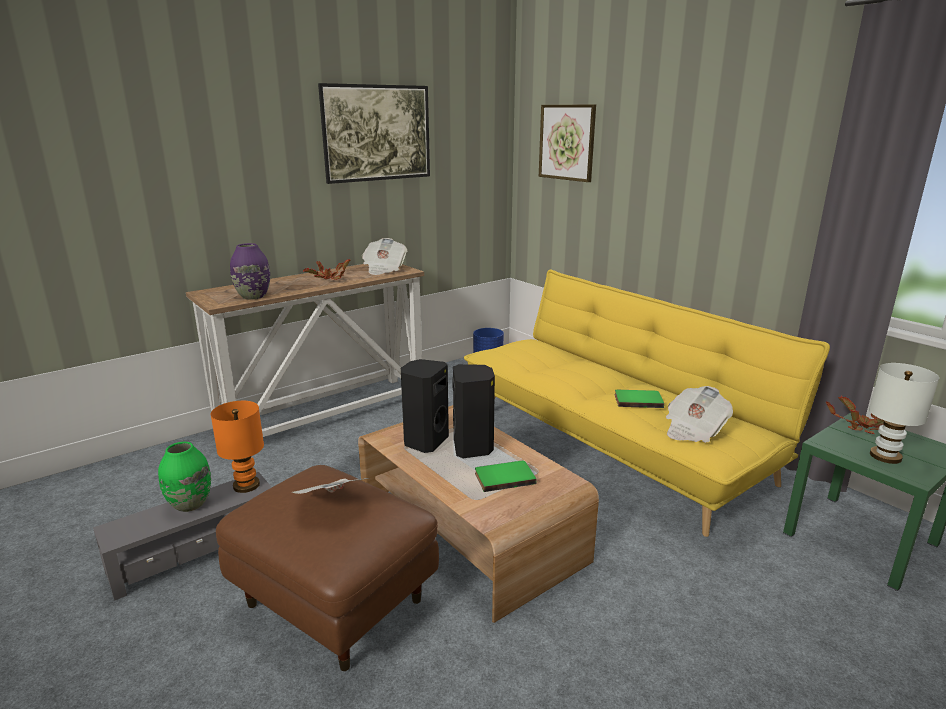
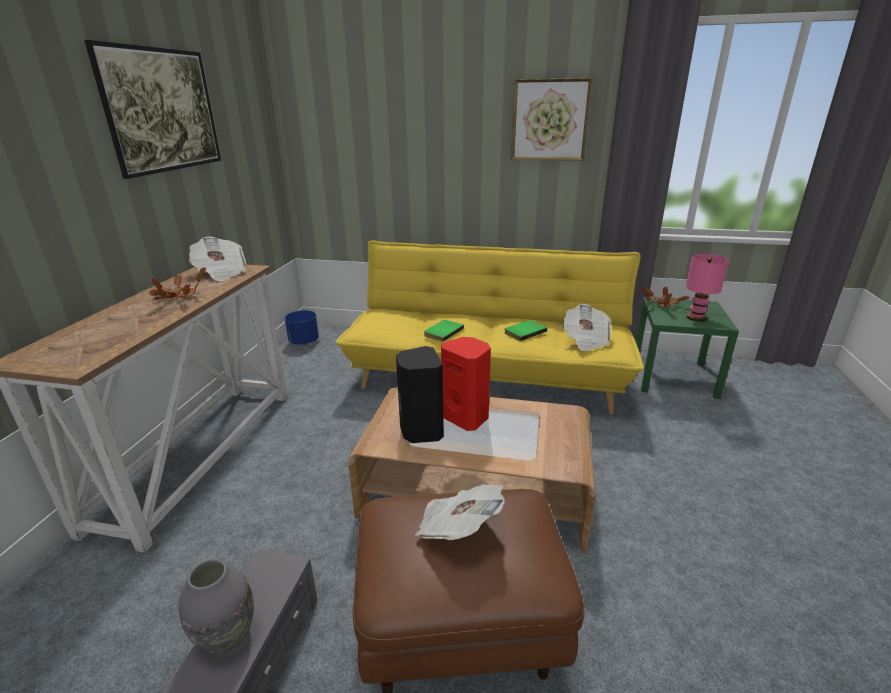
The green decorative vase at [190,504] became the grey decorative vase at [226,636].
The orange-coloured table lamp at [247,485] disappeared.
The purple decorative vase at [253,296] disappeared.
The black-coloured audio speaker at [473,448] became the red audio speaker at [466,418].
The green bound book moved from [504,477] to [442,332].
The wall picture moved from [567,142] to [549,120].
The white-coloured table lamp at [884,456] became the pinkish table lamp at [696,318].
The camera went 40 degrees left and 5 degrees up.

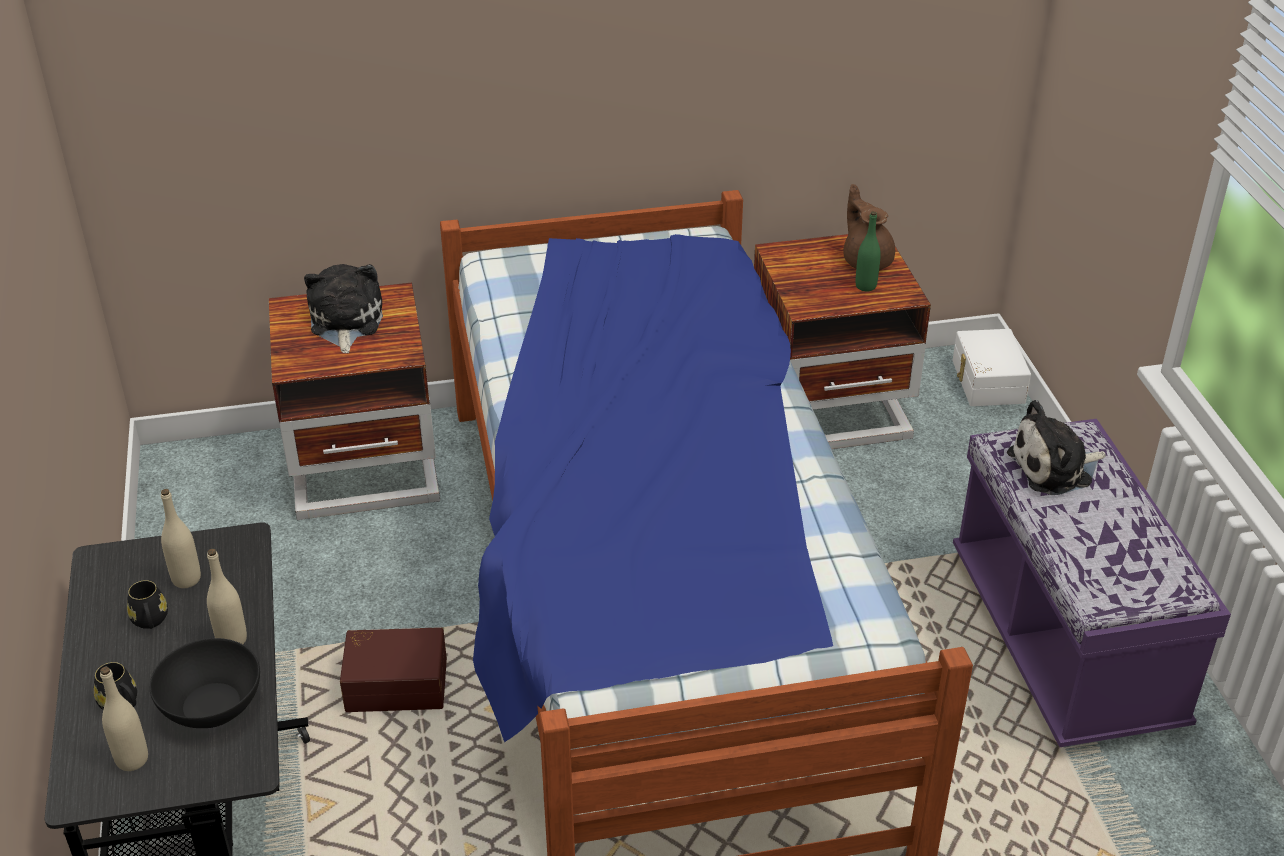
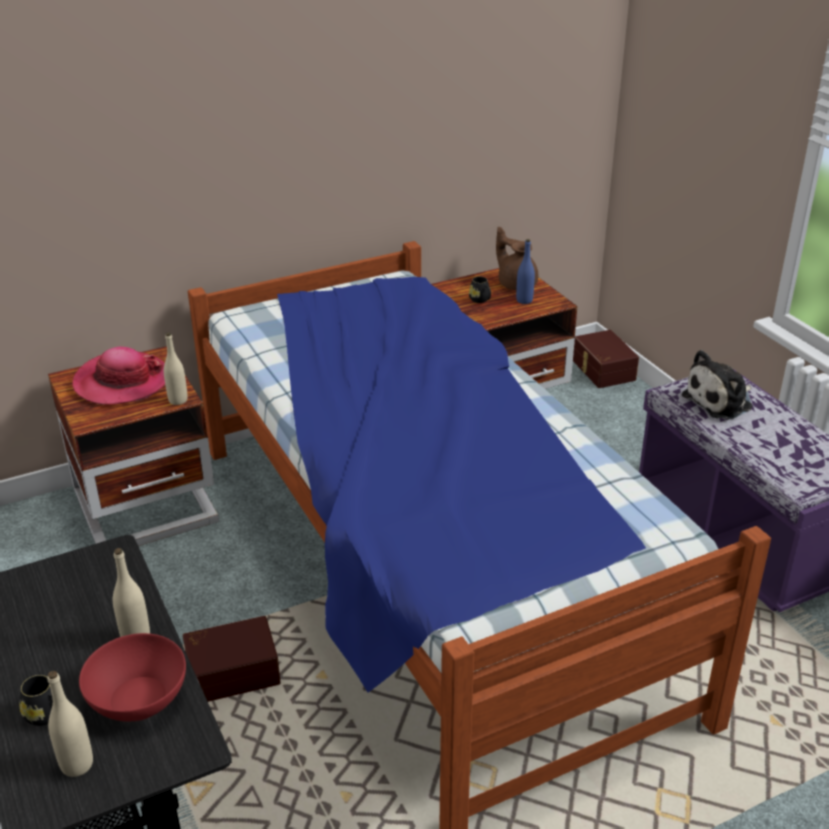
The black-coloured tea mug moved from [150,621] to [481,300].
The black-coloured serving bowl at [211,706] became the red serving bowl at [138,699].
The sand-coloured beverage bottle moved from [186,579] to [178,400].
The soft toy at [345,322] was replaced by the clothing hat at [121,382].
The green beverage bottle at [865,286] became the bluish beverage bottle at [524,300].
The white-coloured storage box at [986,381] became the brownish storage box at [602,370].
The camera went 15 degrees left and 5 degrees down.

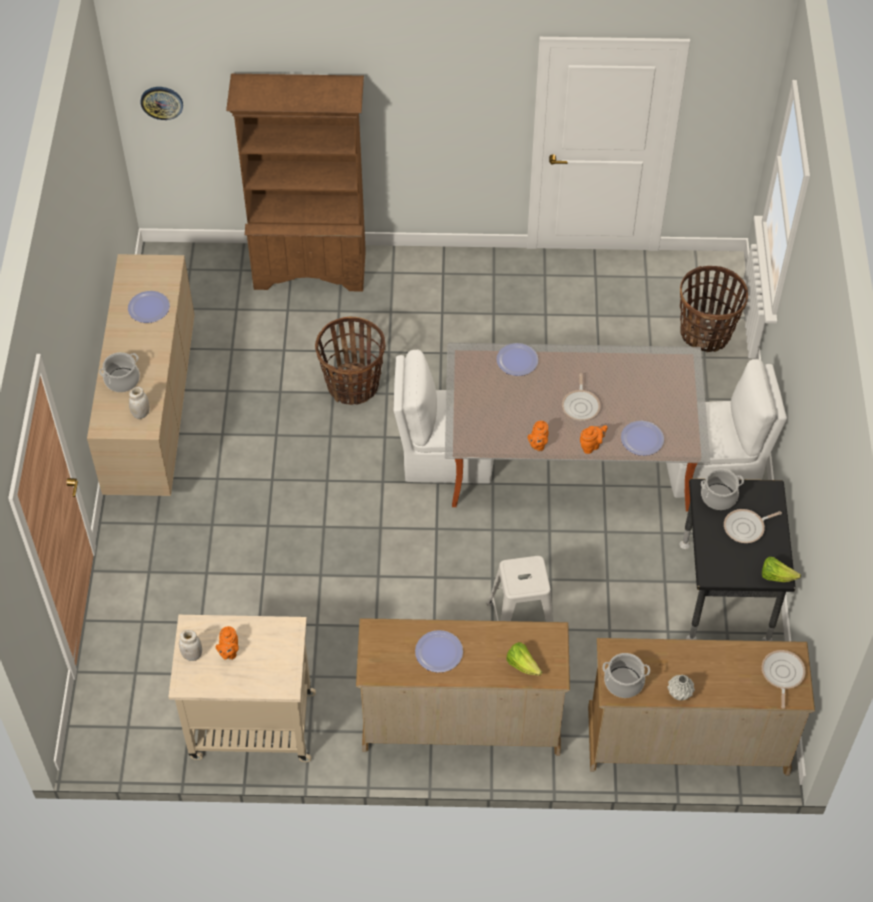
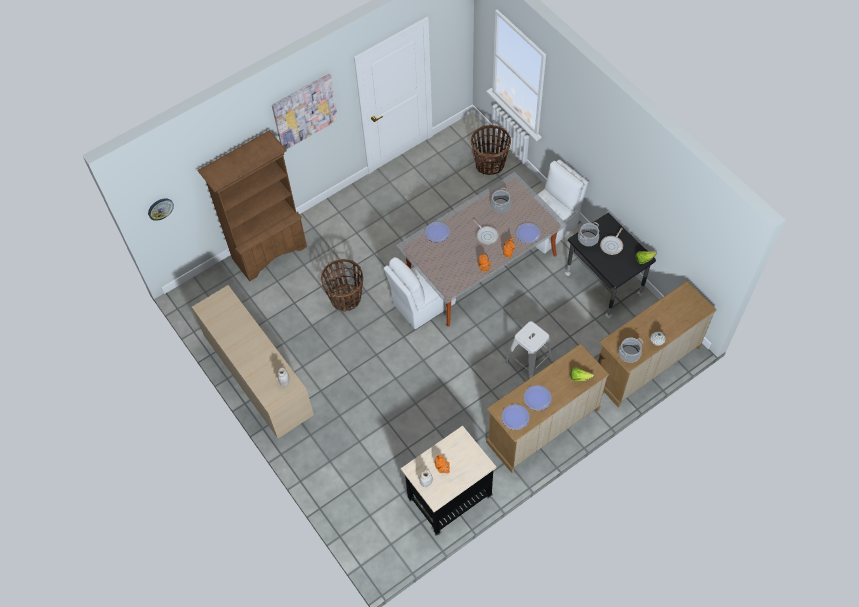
The stockpot moved from [122,380] to [500,205].
The plate moved from [148,308] to [515,417].
The sand-coloured cart at [251,726] became the black-coloured cart at [450,499].
The frying pan at [782,674] disappeared.
The wall picture at [304,111] appeared.
The camera went 35 degrees left and 5 degrees up.

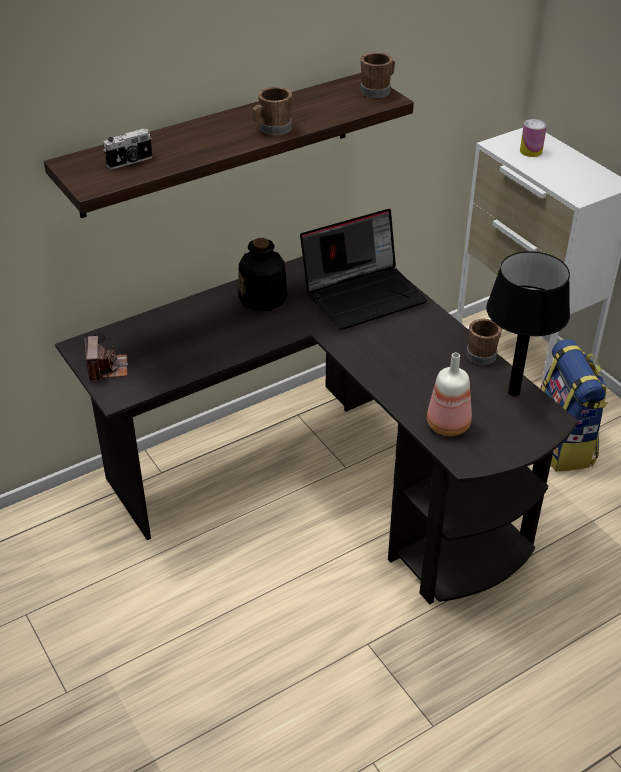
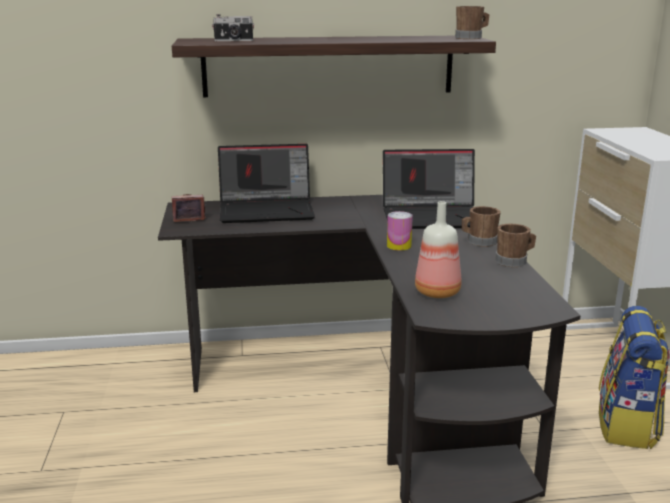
The photo camera at [107,368] turned 120 degrees counterclockwise.
The beverage bottle at [263,298] disappeared.
The brownish tea mug moved from [272,129] to [479,242].
The black-coloured table lamp at [514,392] disappeared.
The sealed can moved from [531,151] to [399,246].
The portable computer at [268,210] appeared.
The camera went 25 degrees right and 20 degrees down.

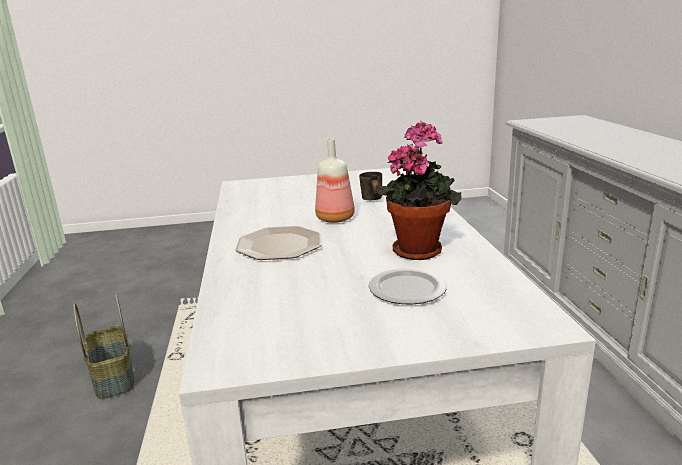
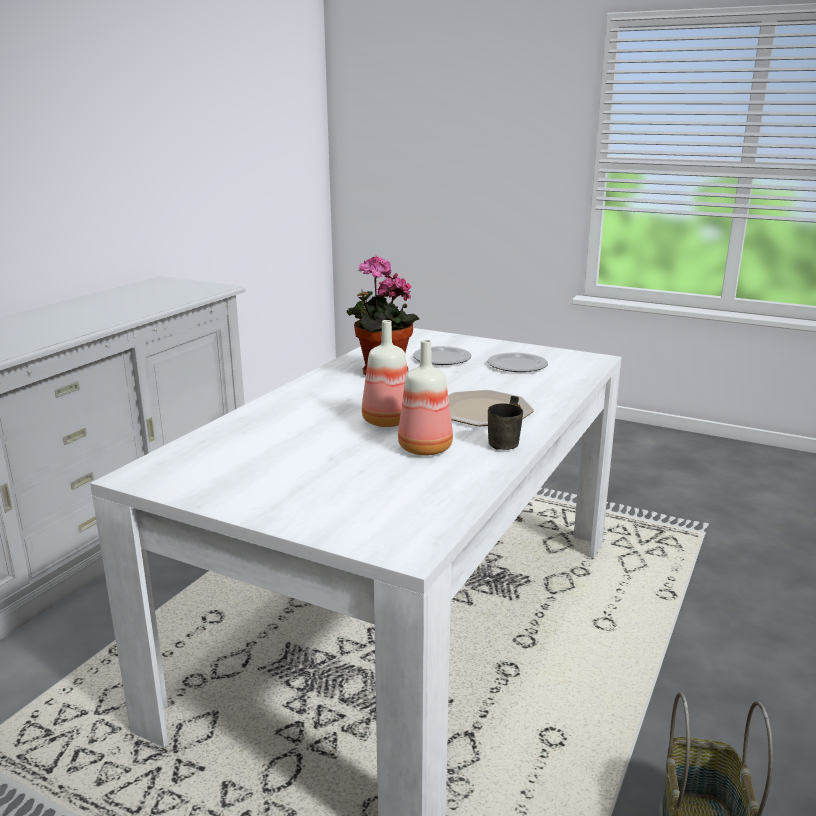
The grey tea mug moved from [370,201] to [509,444].
The beverage bottle at [424,448] appeared.
The plate at [516,365] appeared.
The camera went 145 degrees left and 0 degrees up.

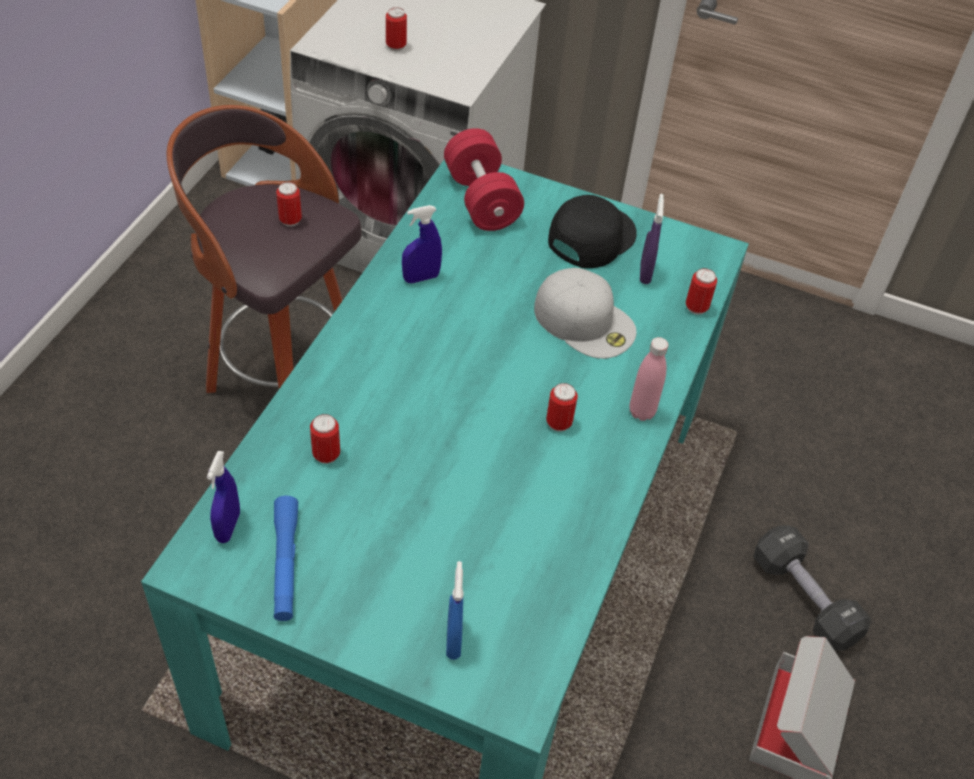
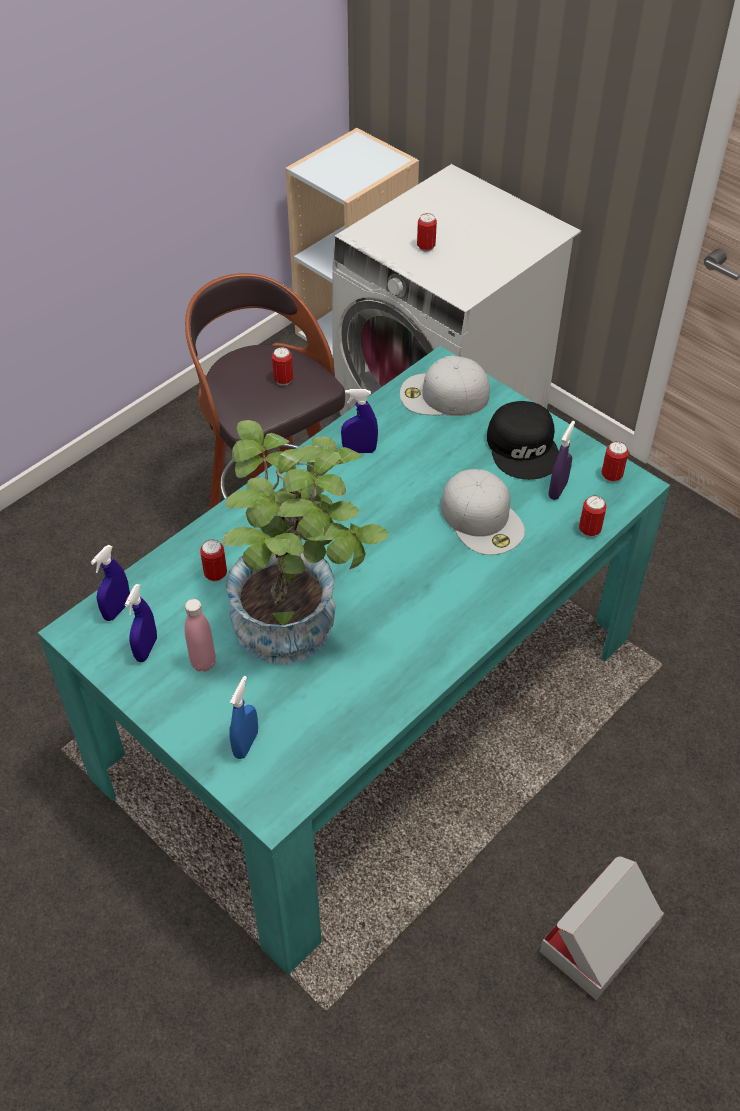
The bluish hand torch at [285,563] was replaced by the bluish sprayer at [146,649].
The red free weight at [481,200] was replaced by the white-coloured peaked cap at [443,395].
The sealed can moved from [558,423] to [611,476].
The black-coloured peaked cap at [590,236] turned 105 degrees clockwise.
The pinkish beverage bottle moved from [641,412] to [203,663].
The black-coloured free weight at [804,599] disappeared.
The potted plant at [300,626] appeared.
The camera went 25 degrees right and 0 degrees up.

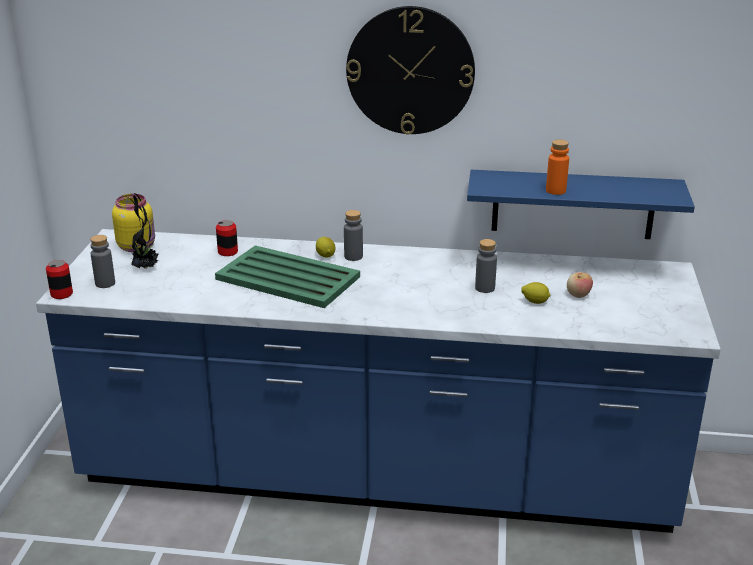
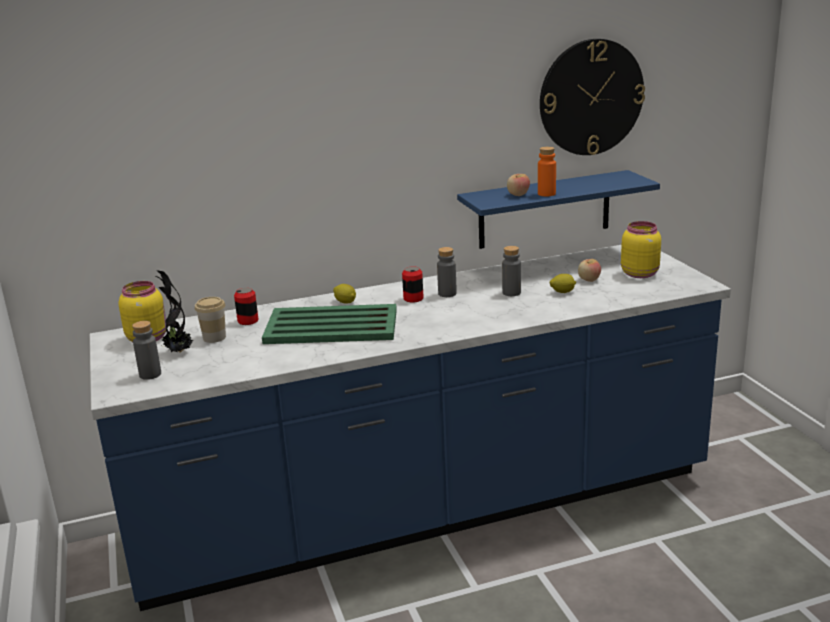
The sealed can moved from [61,294] to [413,298].
The grey beverage bottle moved from [353,256] to [447,294].
The wall clock moved from [410,71] to [591,97].
The small cup at [214,338] appeared.
The whole apple at [518,195] appeared.
The yellowish jar at [639,273] appeared.
The camera went 25 degrees left and 5 degrees down.

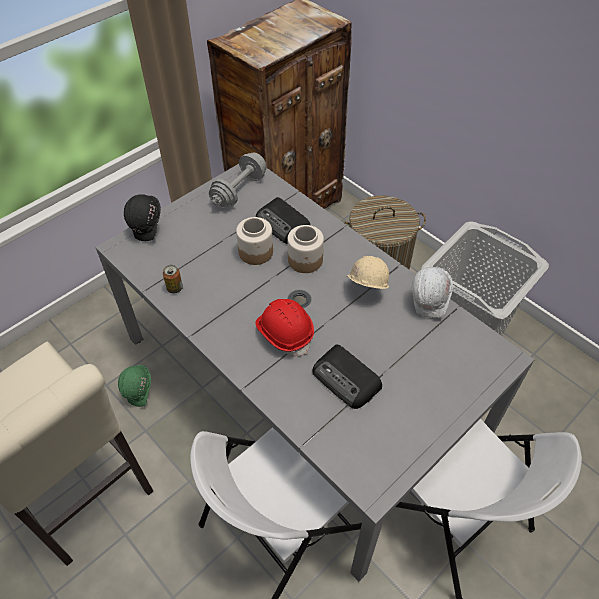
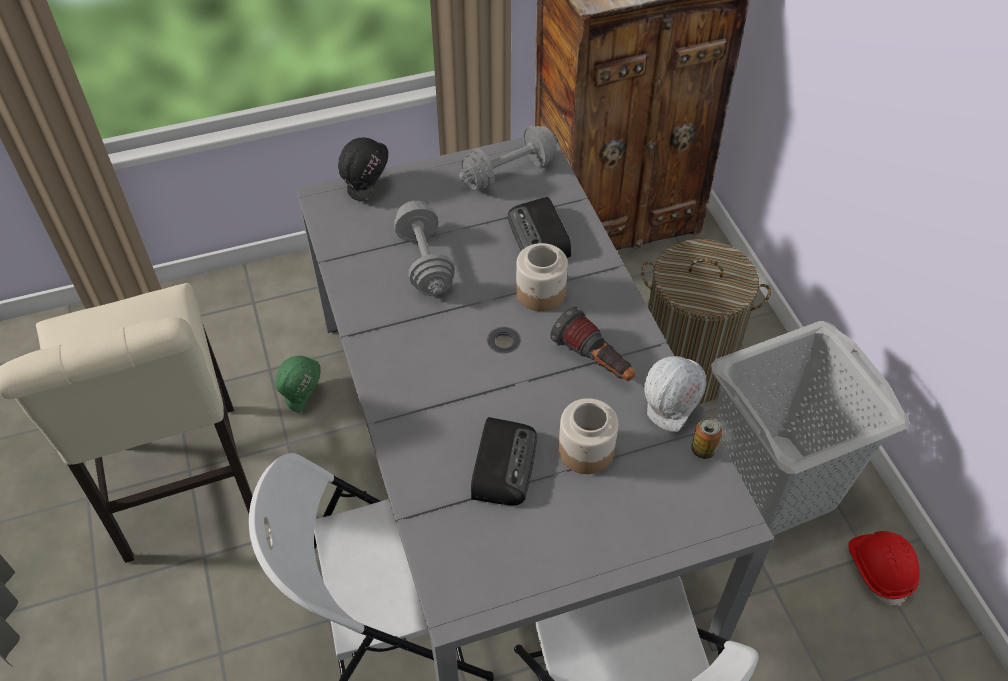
The sealed can moved from [175,288] to [703,449].
The jar moved from [256,252] to [586,450].
The red safety helmet moved from [284,332] to [879,569].
The radio receiver at [347,380] turned 150 degrees counterclockwise.
The sand-coloured safety helmet at [365,292] was replaced by the hand torch at [594,361].
The grey free weight at [425,262] appeared.
The camera went 25 degrees right and 0 degrees up.

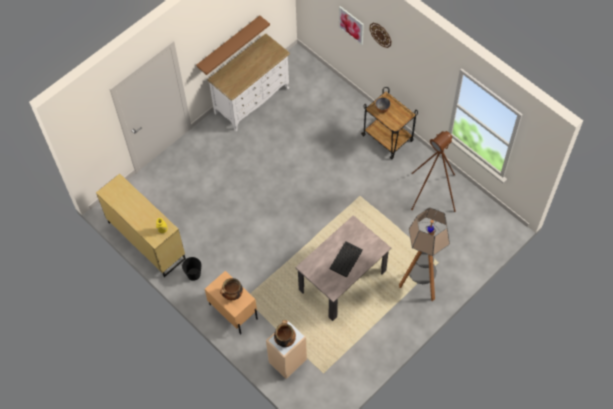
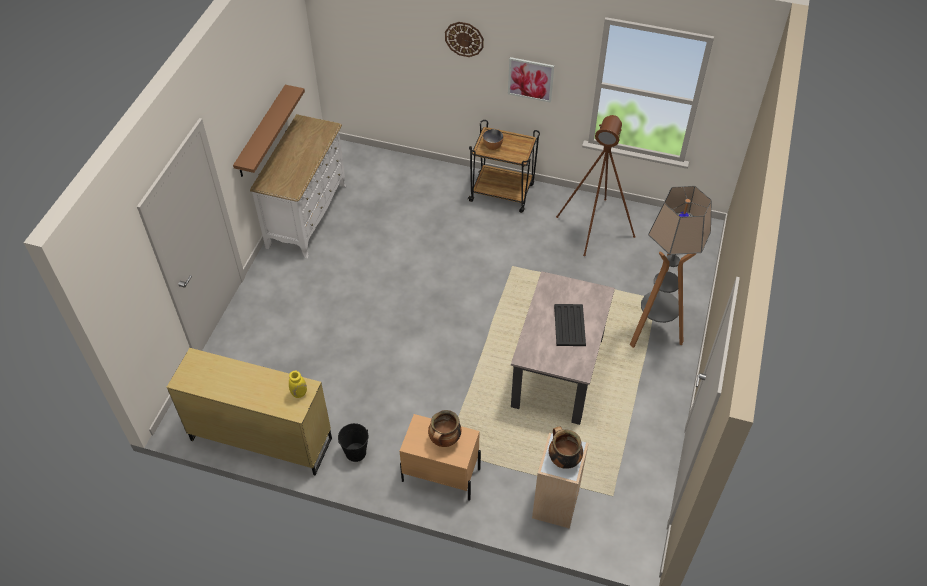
The wall picture moved from [351,25] to [530,79].
The camera went 30 degrees left and 10 degrees down.

